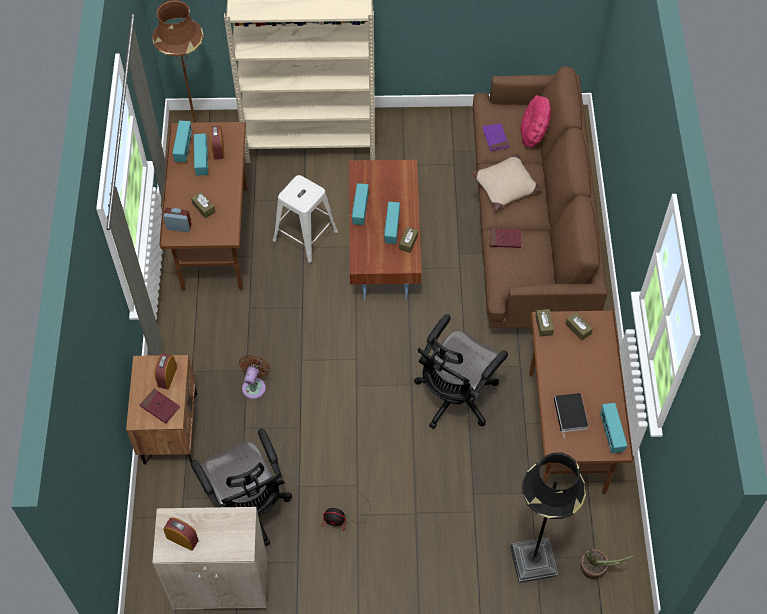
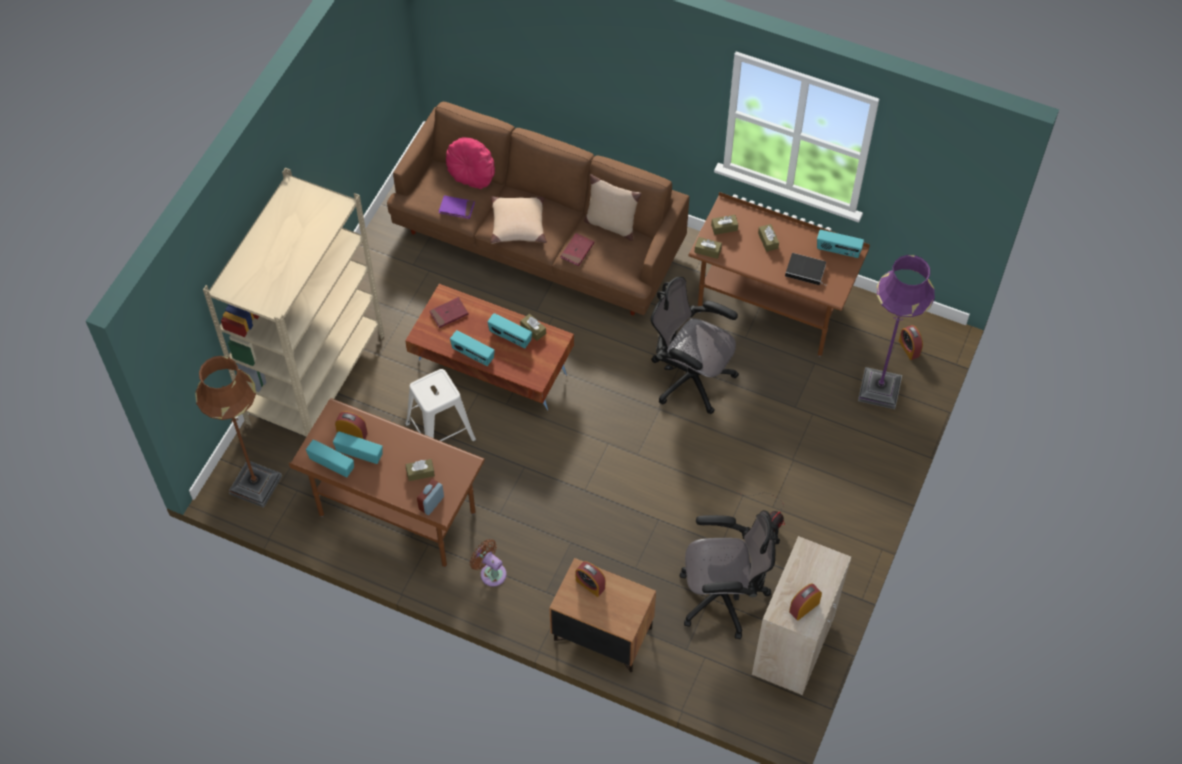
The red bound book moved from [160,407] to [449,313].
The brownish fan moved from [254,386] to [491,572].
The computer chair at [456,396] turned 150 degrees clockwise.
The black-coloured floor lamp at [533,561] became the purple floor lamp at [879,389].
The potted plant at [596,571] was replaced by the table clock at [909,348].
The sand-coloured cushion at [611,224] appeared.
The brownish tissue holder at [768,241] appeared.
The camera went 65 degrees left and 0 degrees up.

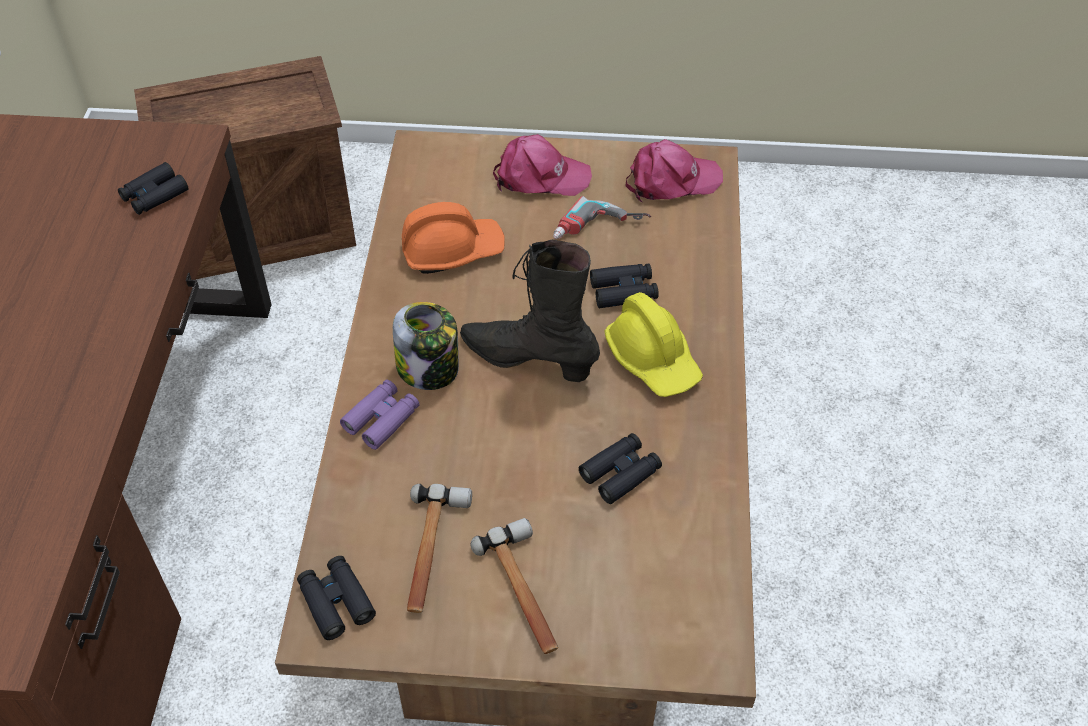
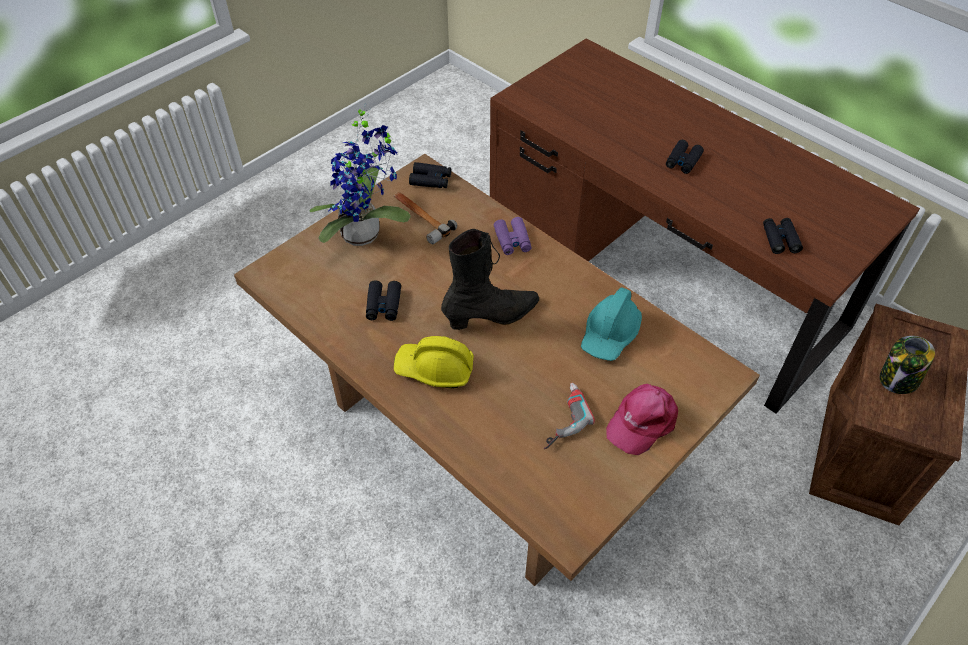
The jar moved from [429,369] to [898,380].
The orange-coloured safety helmet at [452,250] became the blue-green safety helmet at [610,334].
The hand hammer at [525,592] was replaced by the potted plant at [366,234].
The black-coloured binoculars moved from [623,291] to [683,161].
The pinkish peaked cap at [671,181] disappeared.
The camera went 130 degrees right and 0 degrees up.

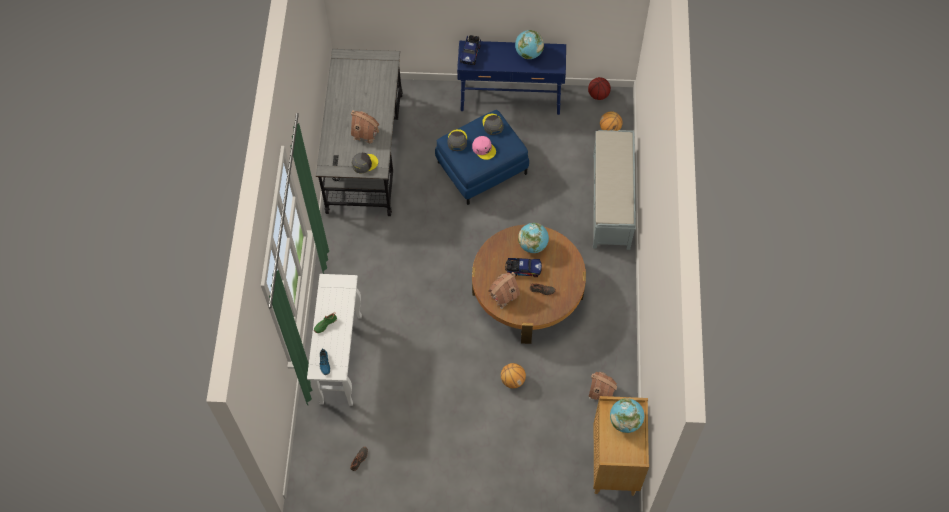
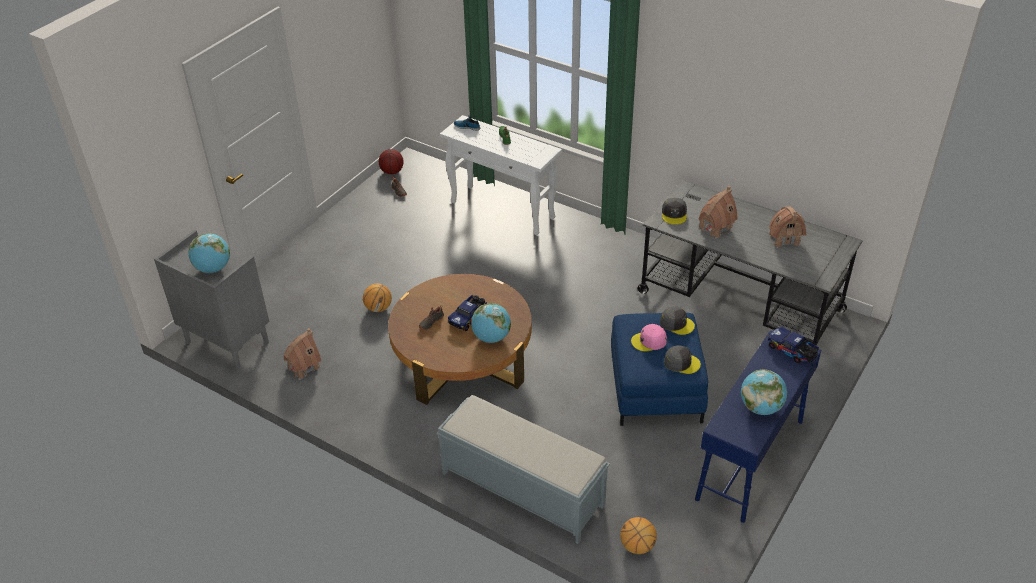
The toy house moved from [503,295] to [784,239].
The basketball moved from [598,95] to [392,172].
The brownish storage cabinet at [614,465] became the grey storage cabinet at [227,342].
The camera went 120 degrees right and 20 degrees down.

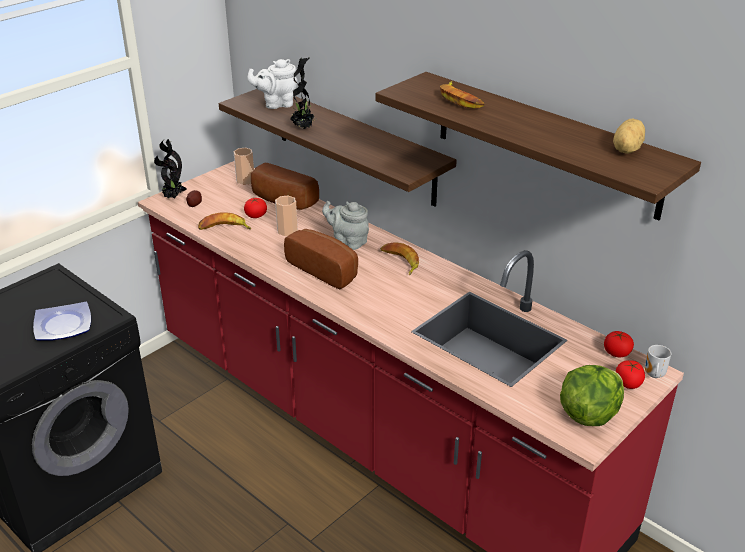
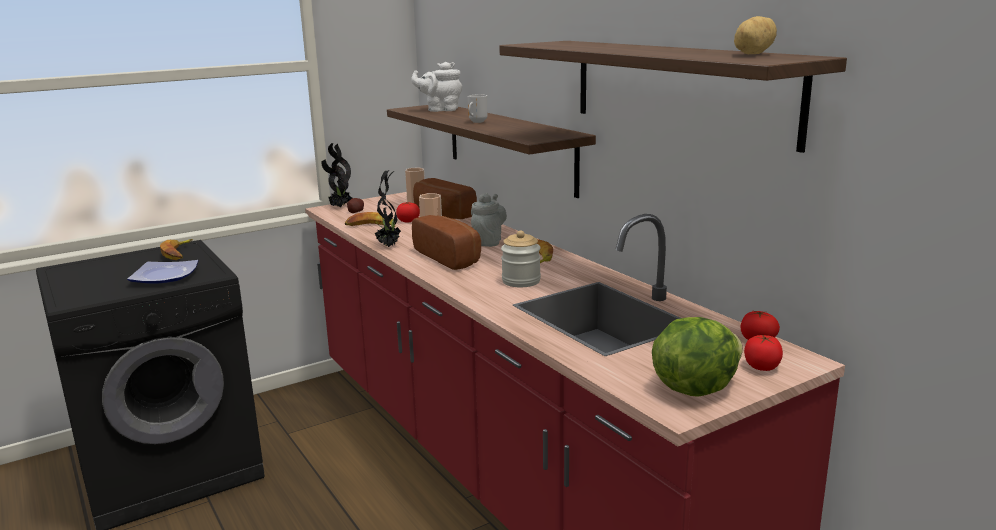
The potted plant moved from [303,128] to [389,246].
The grey tea pot at [348,242] turned 60 degrees clockwise.
The banana fruit moved from [460,100] to [178,253].
The tea mug moved from [653,375] to [476,122].
The jar at [521,281] appeared.
The camera went 15 degrees right and 15 degrees down.

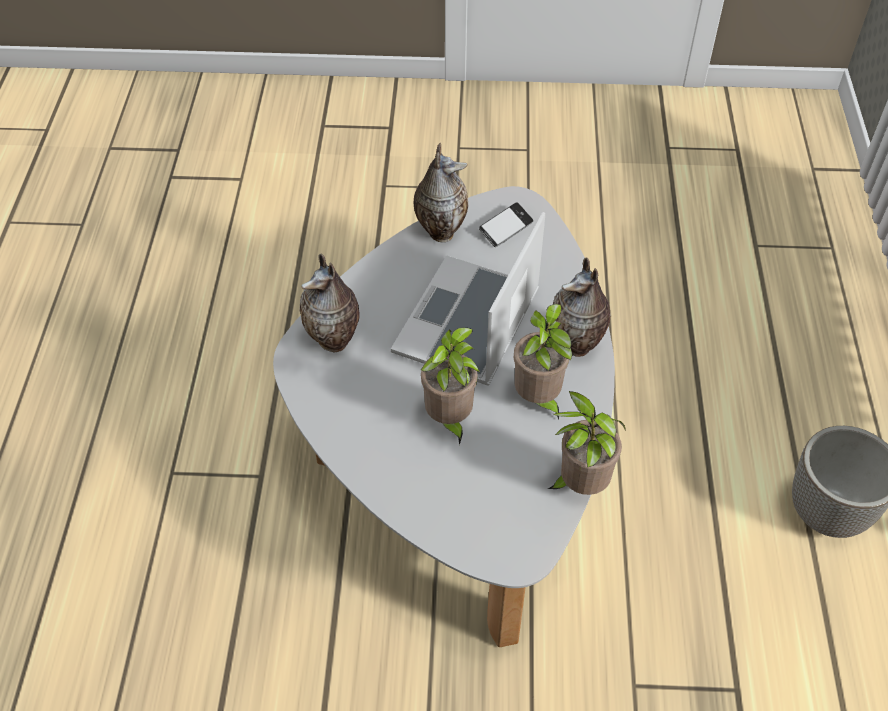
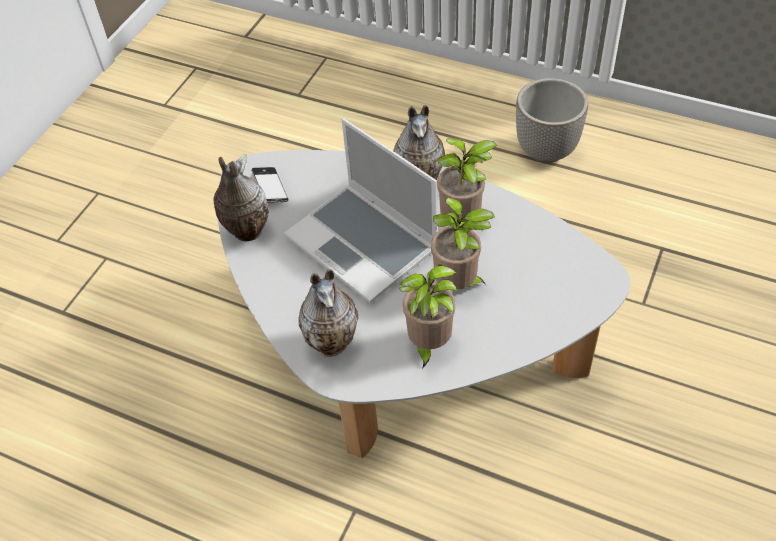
The potted plant moved from [579,485] to [428,345].
The camera went 65 degrees left and 0 degrees up.

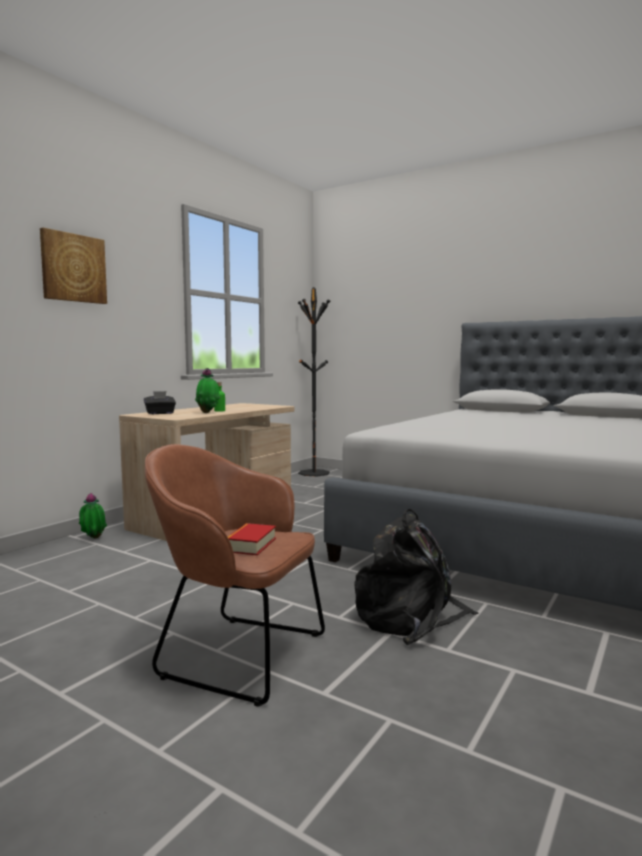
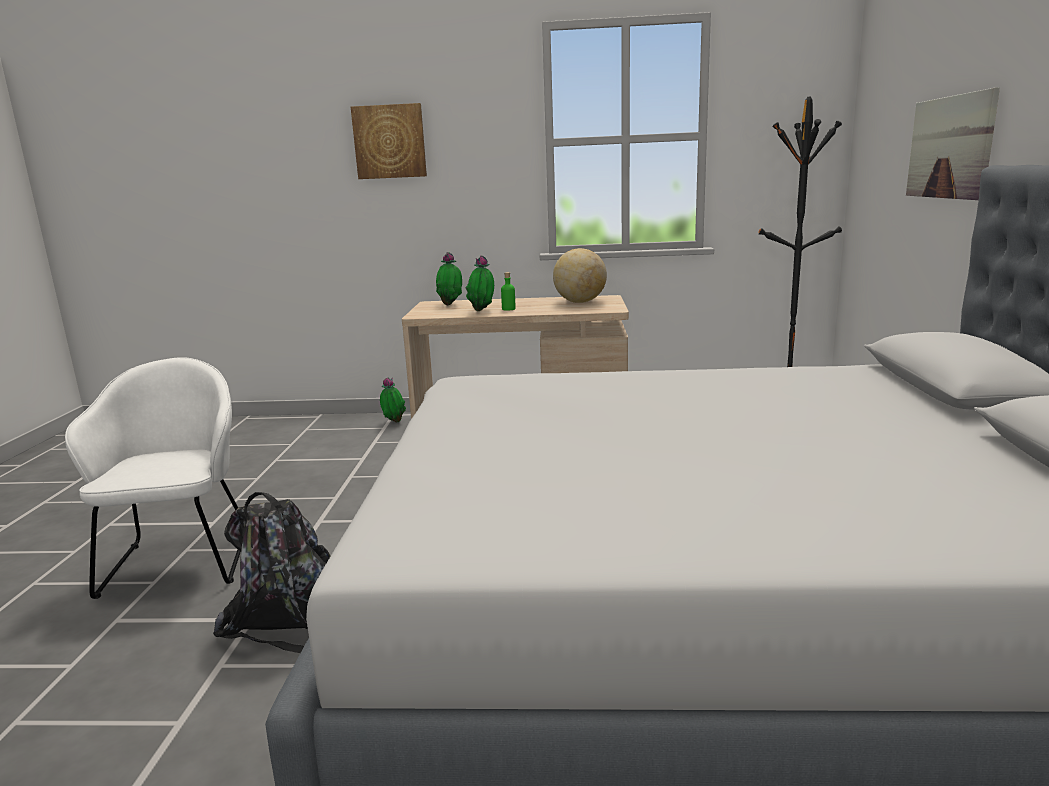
The black-coloured tissue holder at [160,413] was replaced by the potted plant at [451,304].
The brownish armchair at [235,653] became the white-coloured armchair at [182,558].
The bound book at [250,545] disappeared.
The desk globe at [580,302] appeared.
The wall picture at [949,147] appeared.
The camera went 60 degrees right and 10 degrees up.

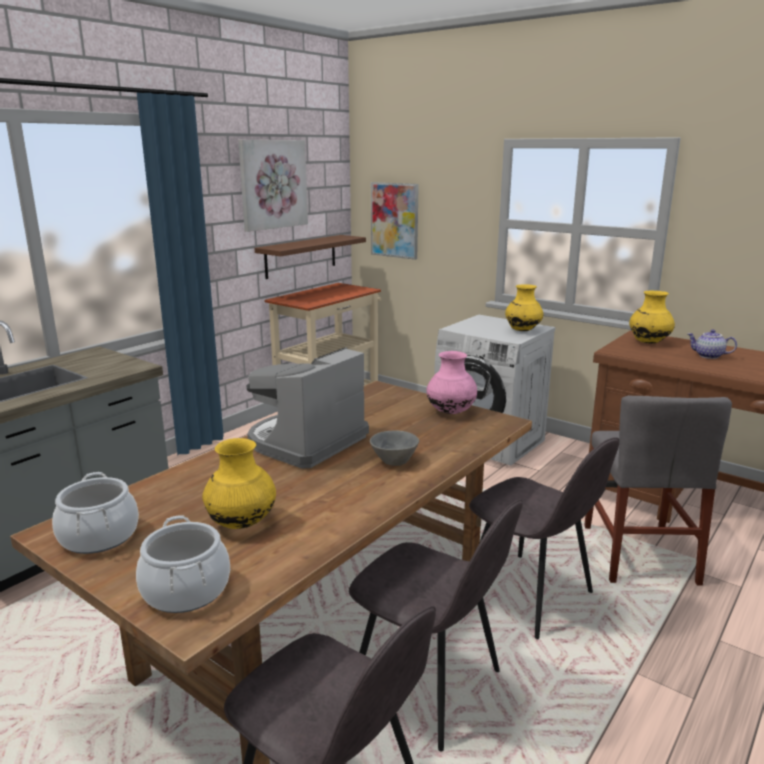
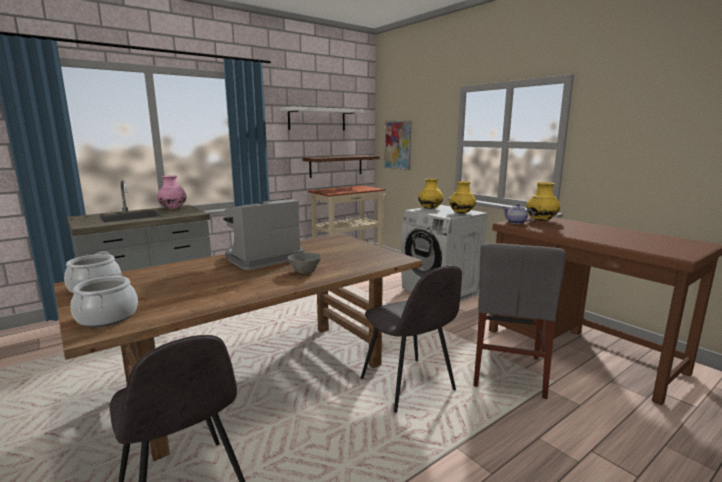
The yellowish decorative vase moved from [242,523] to [430,208].
The wall picture at [273,184] was replaced by the white-coloured shelf at [317,119].
The grey upright chair at [429,687] disappeared.
The pinkish decorative vase moved from [451,412] to [173,208].
The tea pot moved from [708,356] to [516,223].
The camera went 15 degrees right and 5 degrees down.

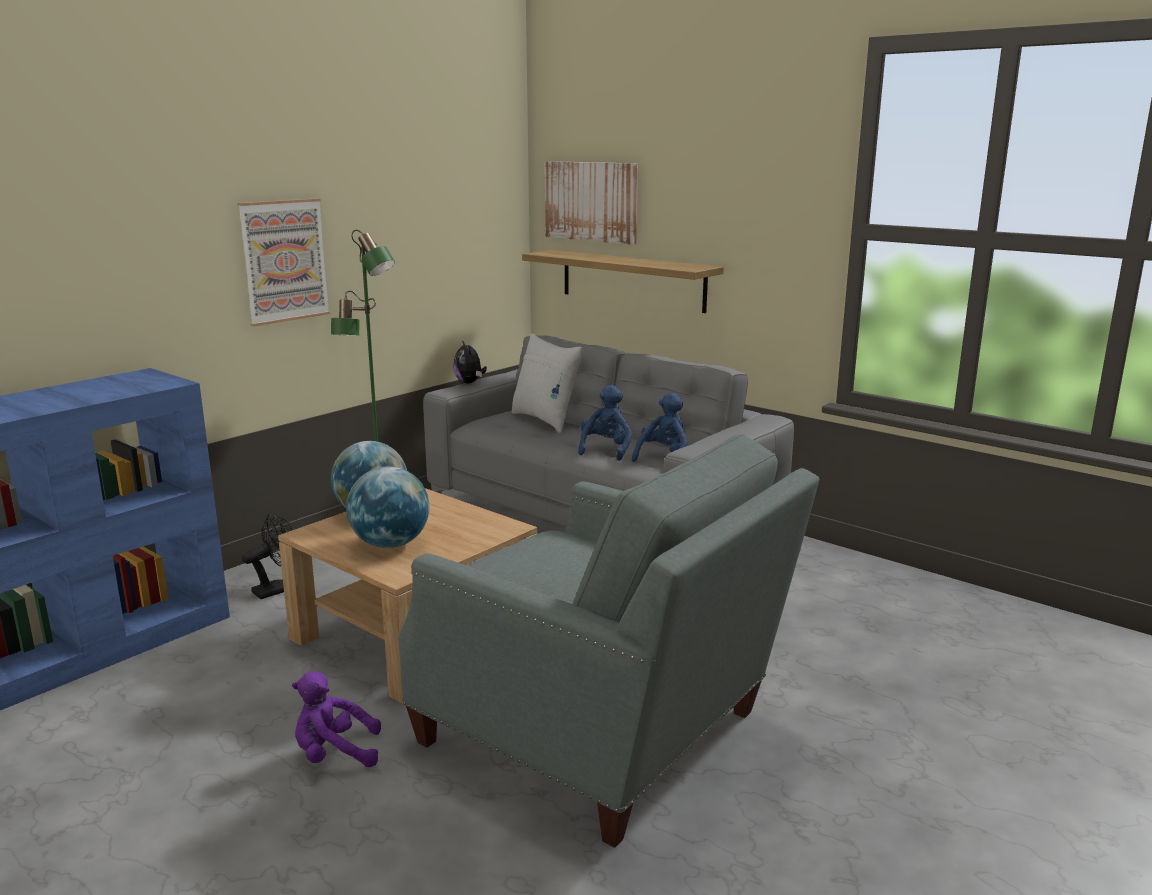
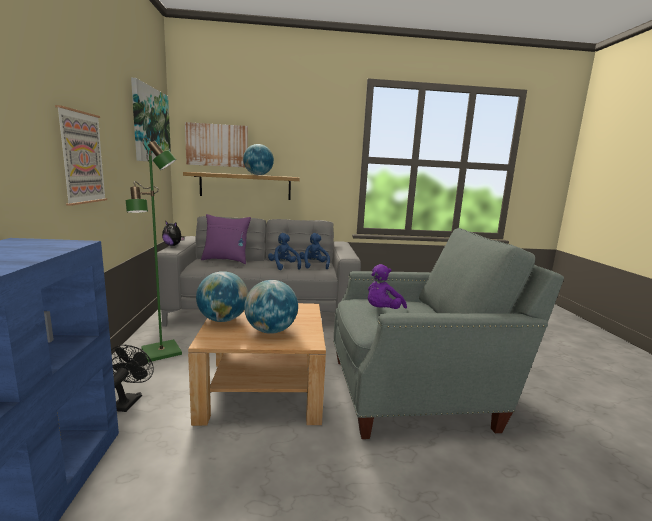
The purple soft toy moved from [334,754] to [382,311].
The grey cushion at [545,421] became the purple cushion at [225,260].
The wall picture at [150,125] appeared.
The desk globe at [258,175] appeared.
The camera went 45 degrees left and 5 degrees down.

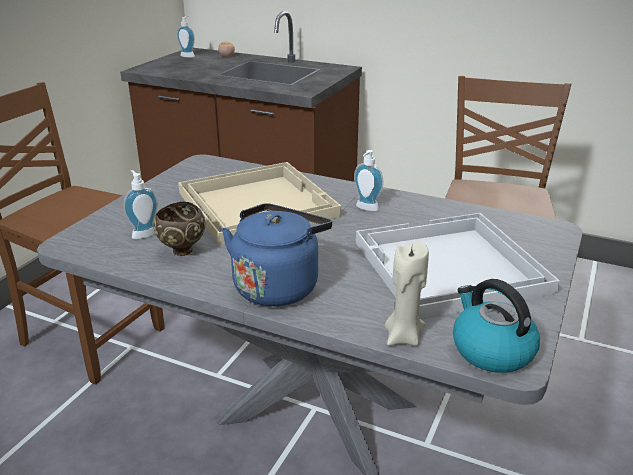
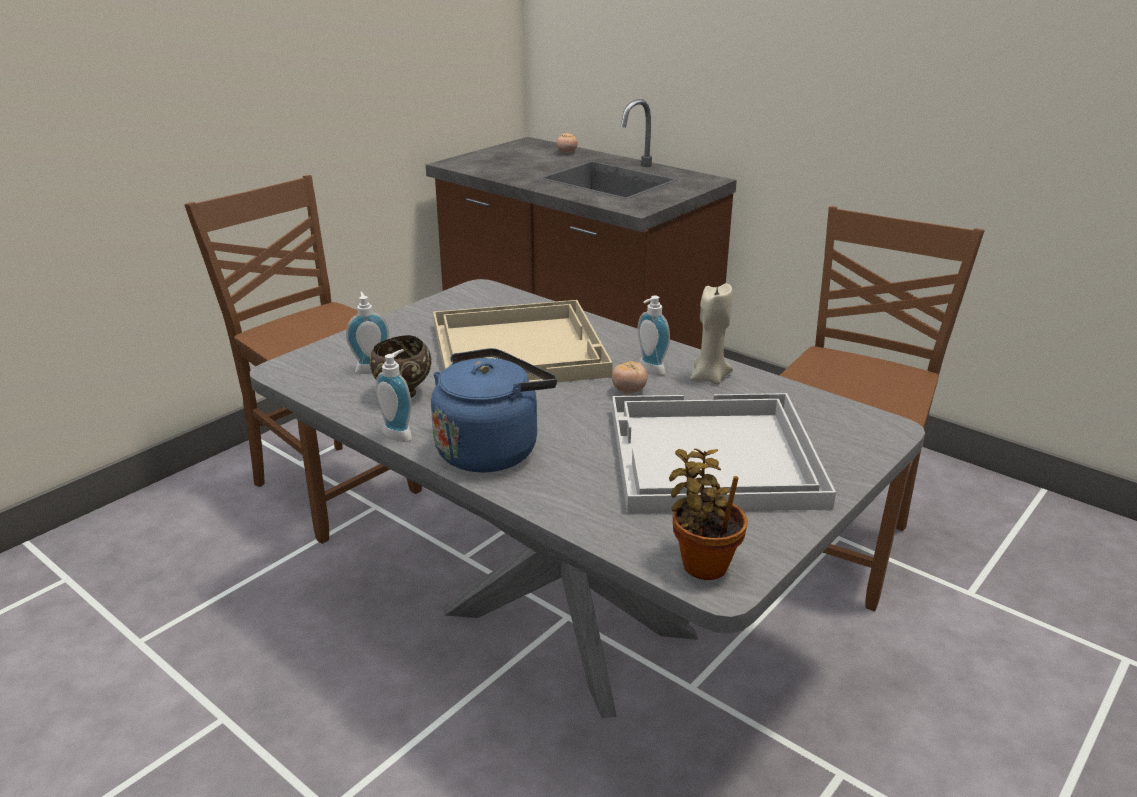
The soap dispenser moved from [188,56] to [400,433].
The sand-coloured candle moved from [403,337] to [709,377].
The tea kettle at [491,350] was replaced by the potted plant at [702,562].
The whole tomato at [629,391] appeared.
The camera went 15 degrees right and 0 degrees up.

